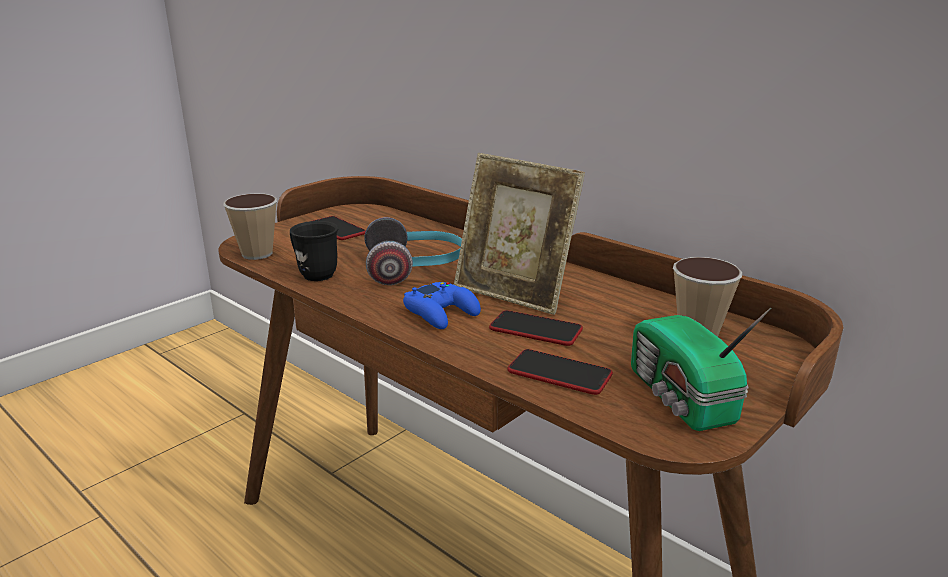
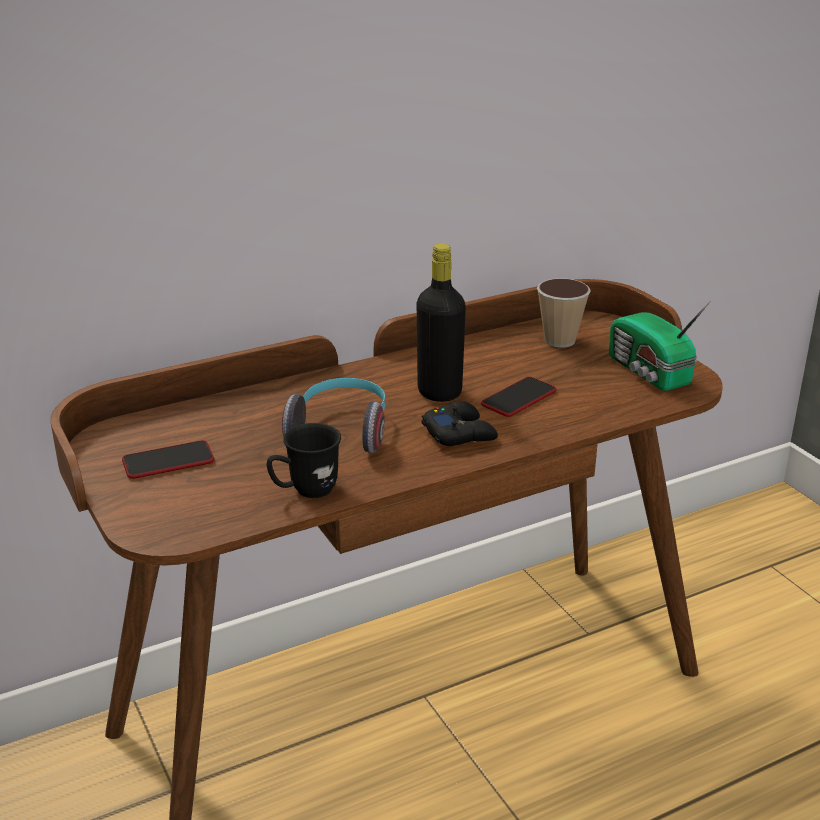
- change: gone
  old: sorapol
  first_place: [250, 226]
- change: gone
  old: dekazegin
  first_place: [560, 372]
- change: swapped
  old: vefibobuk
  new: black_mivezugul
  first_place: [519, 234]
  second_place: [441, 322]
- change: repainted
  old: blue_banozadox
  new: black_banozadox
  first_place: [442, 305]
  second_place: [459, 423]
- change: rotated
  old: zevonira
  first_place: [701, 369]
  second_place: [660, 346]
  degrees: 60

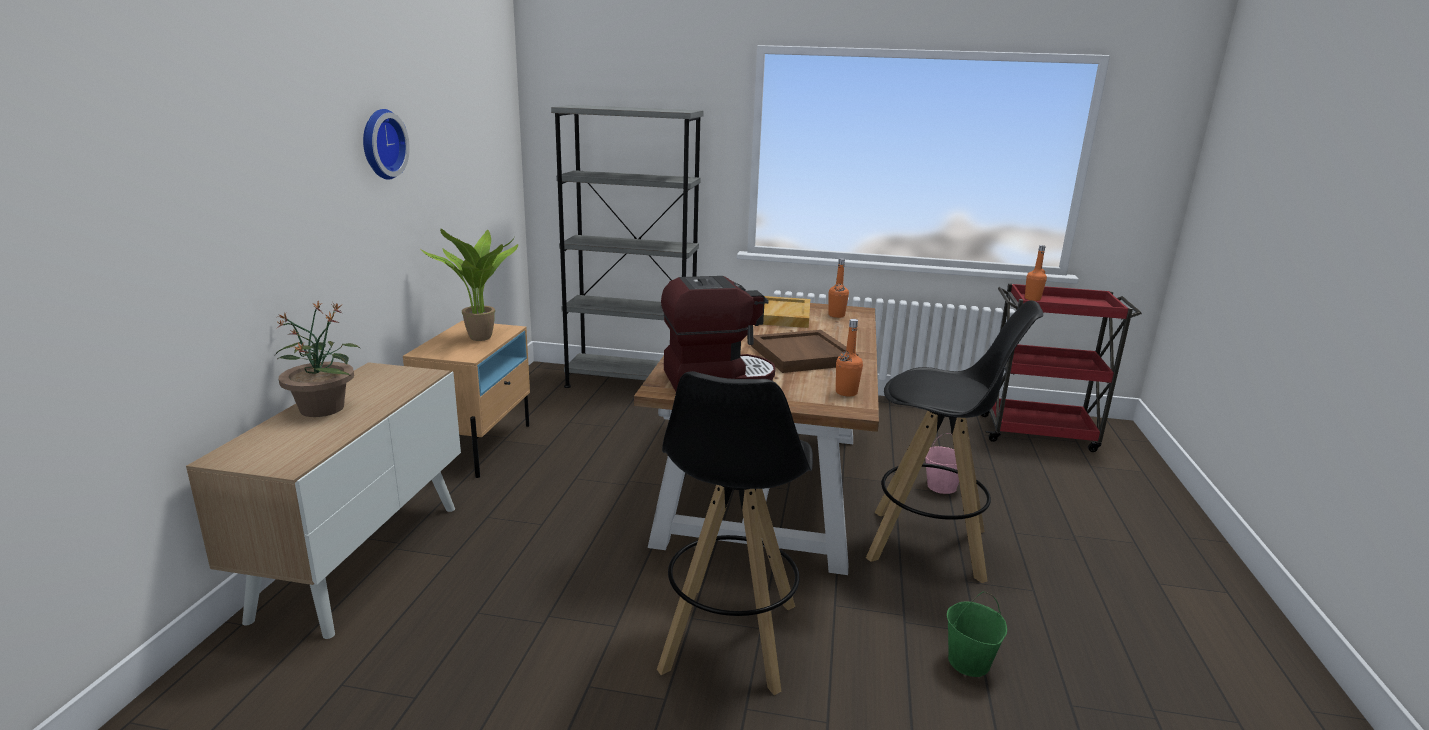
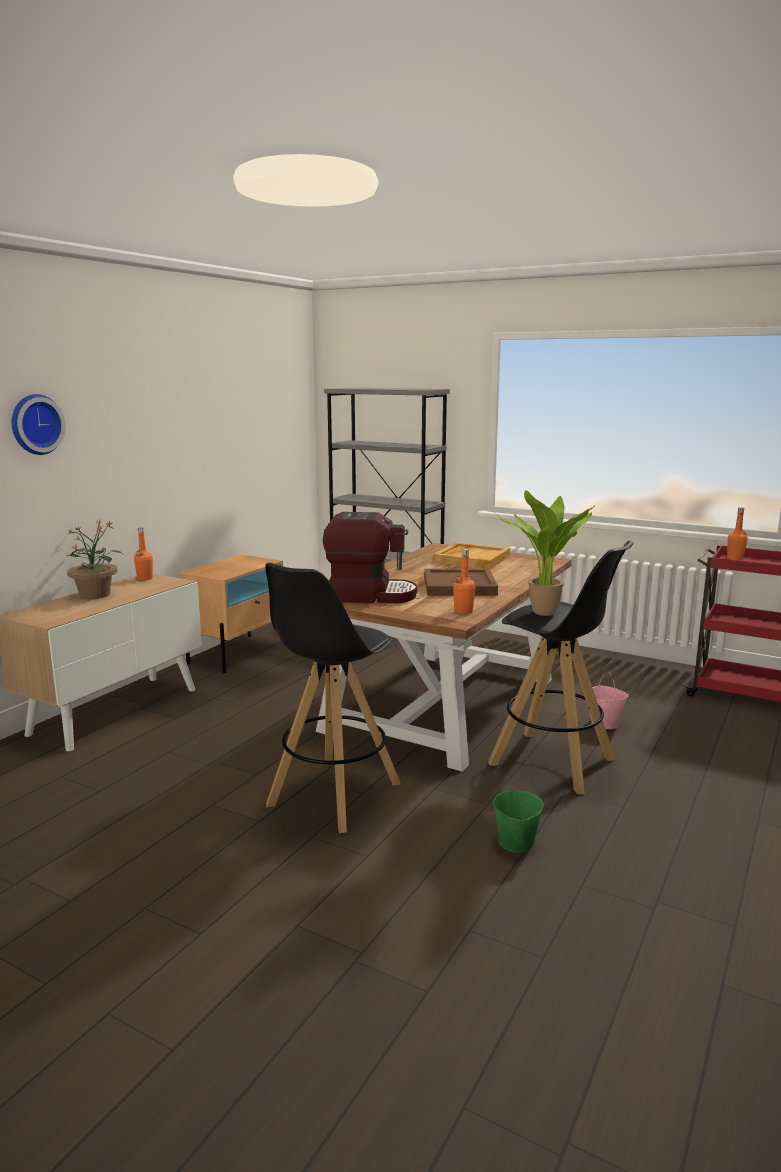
- change: shifted
  old: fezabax
  first_place: [386, 144]
  second_place: [39, 424]
- change: shifted
  old: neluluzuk
  first_place: [469, 285]
  second_place: [546, 553]
- change: shifted
  old: orange_mivezugul
  first_place: [839, 288]
  second_place: [143, 554]

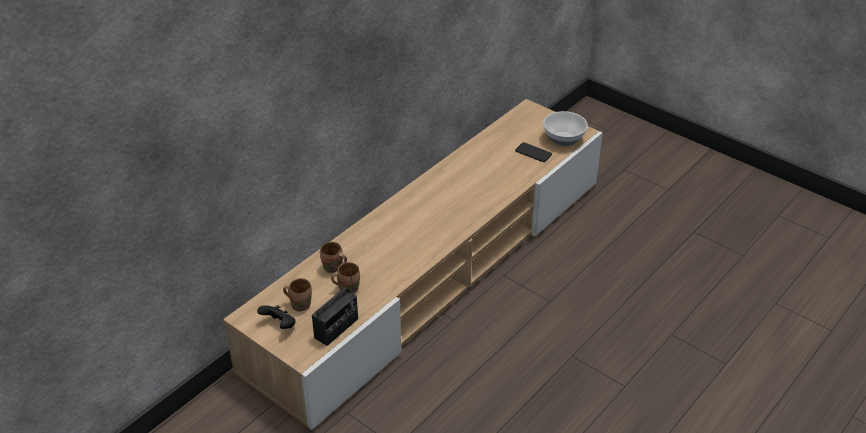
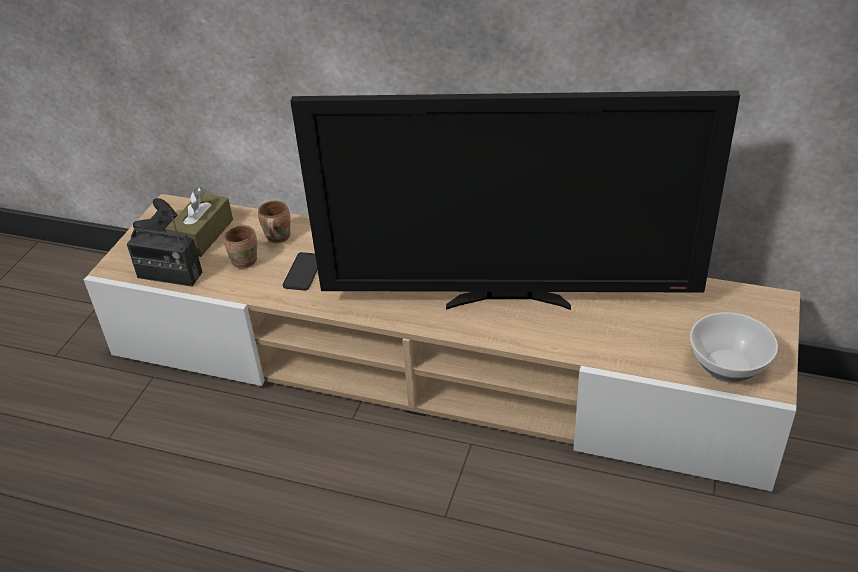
- change: new
  new: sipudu
  second_place: [515, 200]
- change: shifted
  old: dekazegin
  first_place: [533, 152]
  second_place: [300, 271]
- change: swapped
  old: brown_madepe
  new: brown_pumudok
  first_place: [297, 295]
  second_place: [199, 222]

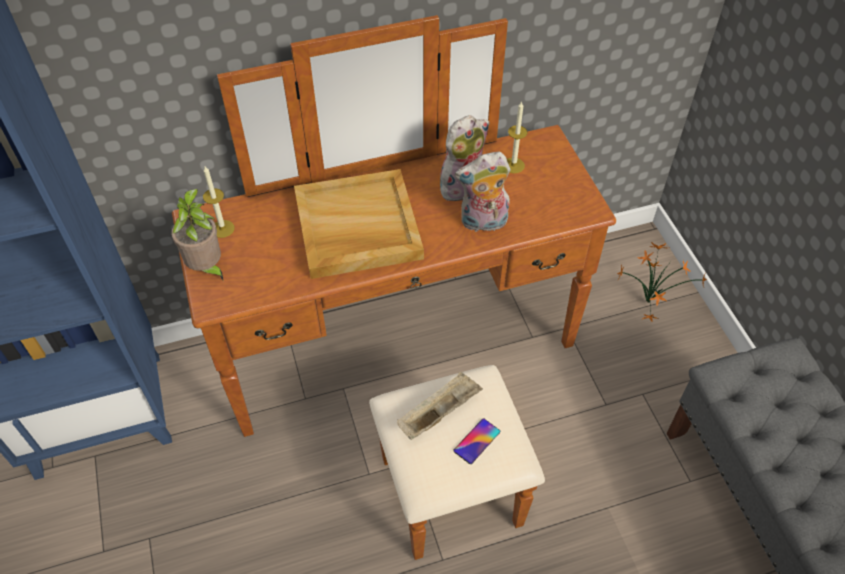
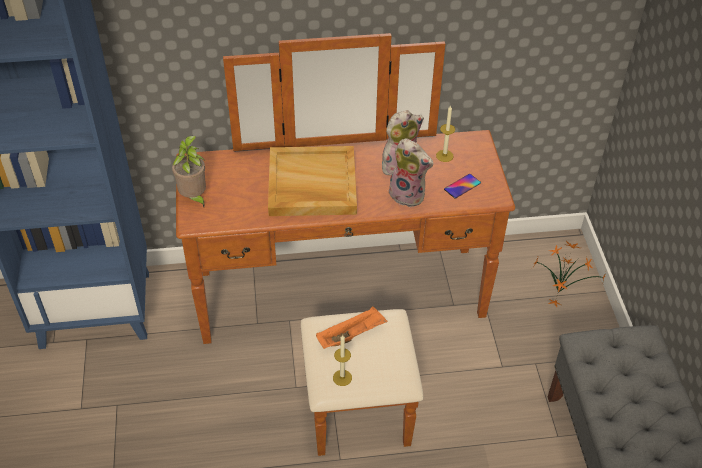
- change: shifted
  old: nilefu
  first_place: [218, 202]
  second_place: [342, 360]
- change: shifted
  old: dekazegin
  first_place: [476, 441]
  second_place: [462, 186]
- change: repainted
  old: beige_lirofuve
  new: orange_lirofuve
  first_place: [440, 406]
  second_place: [352, 328]
- change: rotated
  old: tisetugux
  first_place: [483, 193]
  second_place: [411, 173]
  degrees: -150

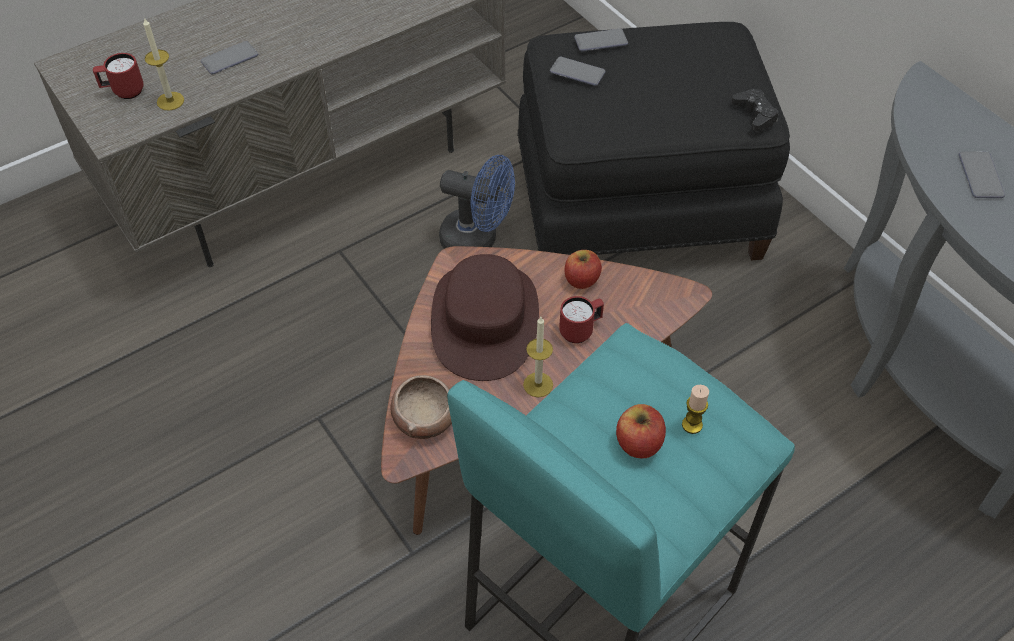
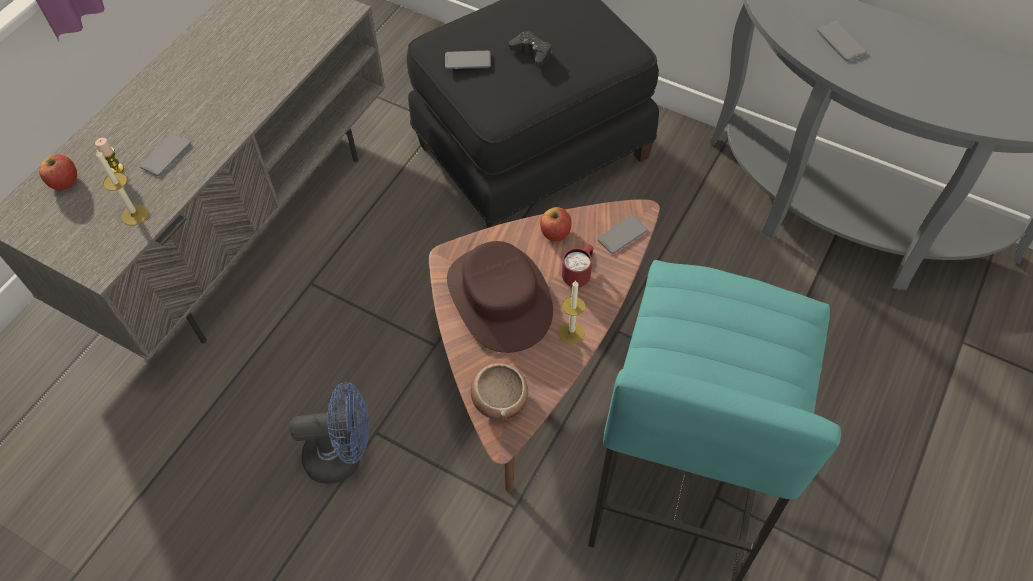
- change: gone
  old: red_madepe
  first_place: [118, 76]
- change: shifted
  old: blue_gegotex
  first_place: [477, 202]
  second_place: [329, 433]
- change: shifted
  old: dekazegin
  first_place: [601, 40]
  second_place: [623, 234]
- change: shifted
  old: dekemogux
  first_place: [641, 431]
  second_place: [58, 172]
- change: shifted
  old: nilefu
  first_place: [695, 409]
  second_place: [109, 155]
- change: shifted
  old: black_banozadox
  first_place: [755, 110]
  second_place: [530, 49]

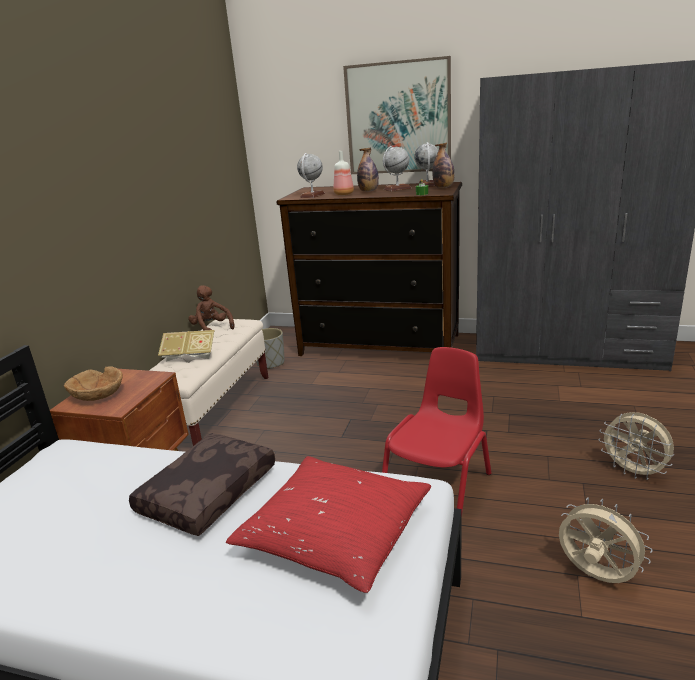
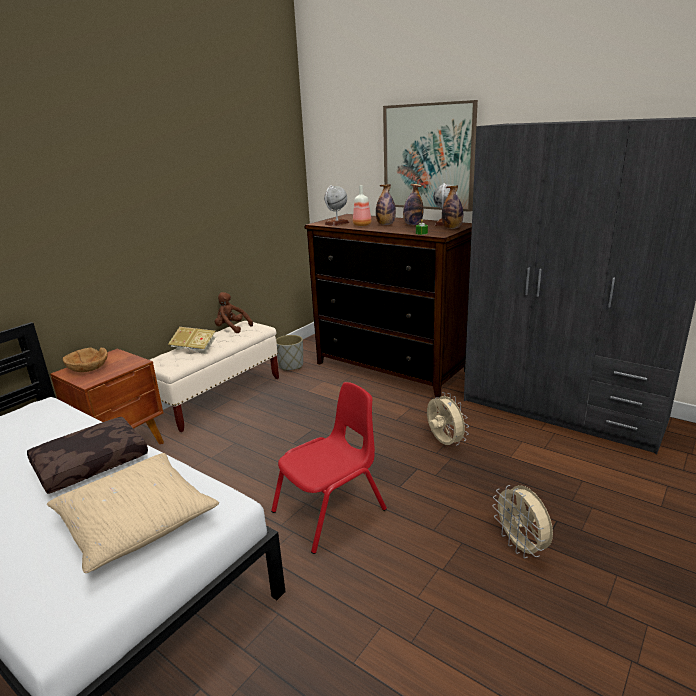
- change: shifted
  old: beige_gegotex
  first_place: [605, 540]
  second_place: [448, 419]
- change: swapped
  old: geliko
  new: mivezugul
  first_place: [397, 168]
  second_place: [413, 204]
- change: repainted
  old: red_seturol
  new: beige_seturol
  first_place: [328, 524]
  second_place: [133, 513]
- change: rotated
  old: brown_tisetugux
  first_place: [211, 308]
  second_place: [234, 312]
  degrees: -45

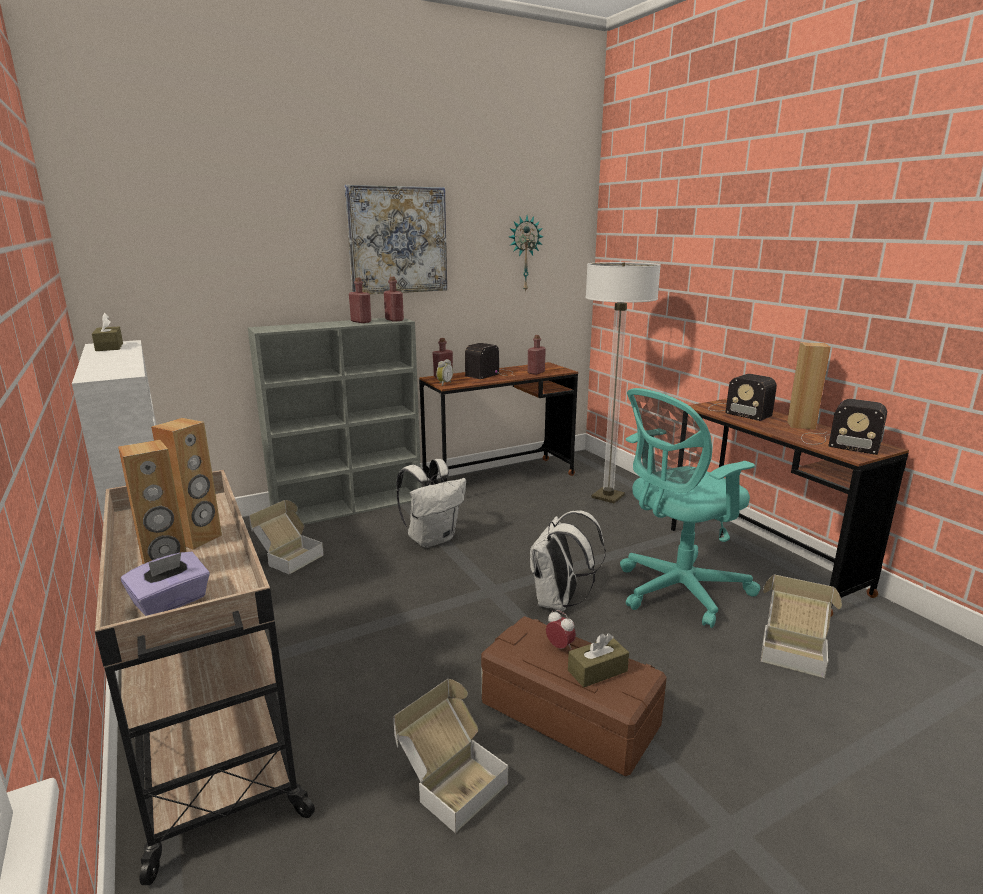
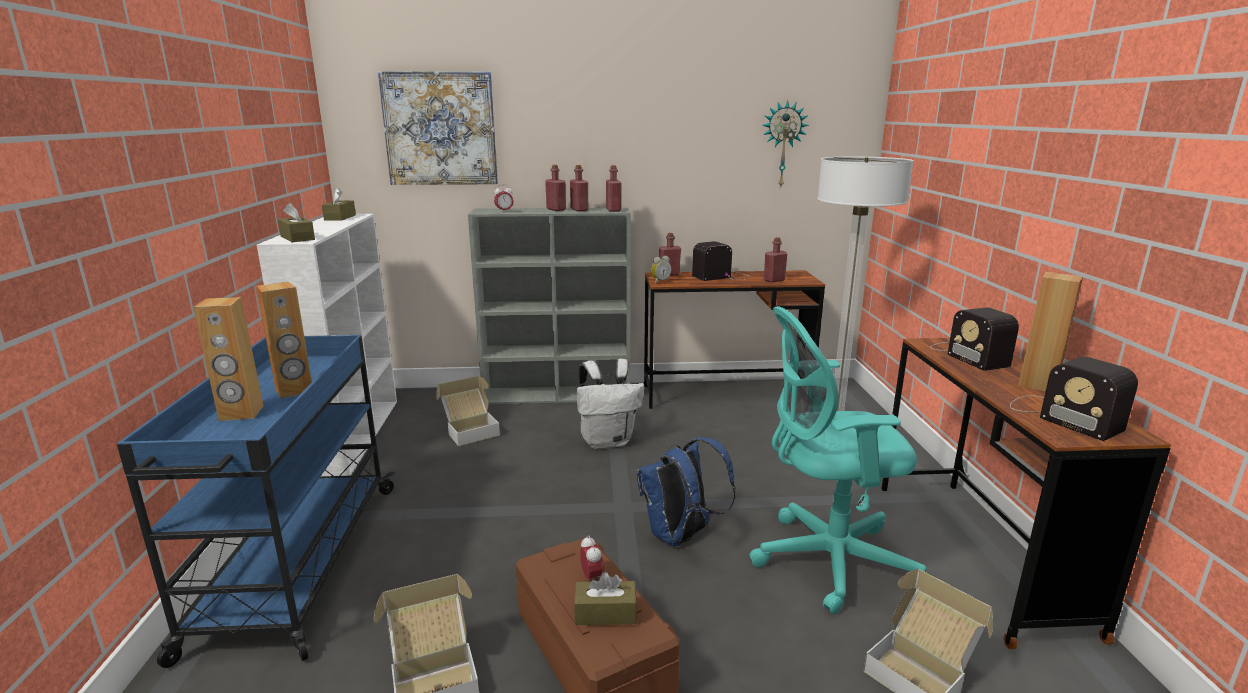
- change: gone
  old: purple_pumudok
  first_place: [165, 584]
- change: new
  new: brown_pumudok
  second_place: [296, 222]
- change: new
  new: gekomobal
  second_place: [504, 199]
- change: new
  new: red_mivezugul
  second_place: [555, 188]
- change: shifted
  old: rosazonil
  first_place: [395, 239]
  second_place: [438, 128]
- change: repainted
  old: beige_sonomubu
  new: blue_sonomubu
  first_place: [205, 677]
  second_place: [256, 501]
- change: repainted
  old: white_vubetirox
  new: blue_vubetirox
  first_place: [568, 560]
  second_place: [686, 491]

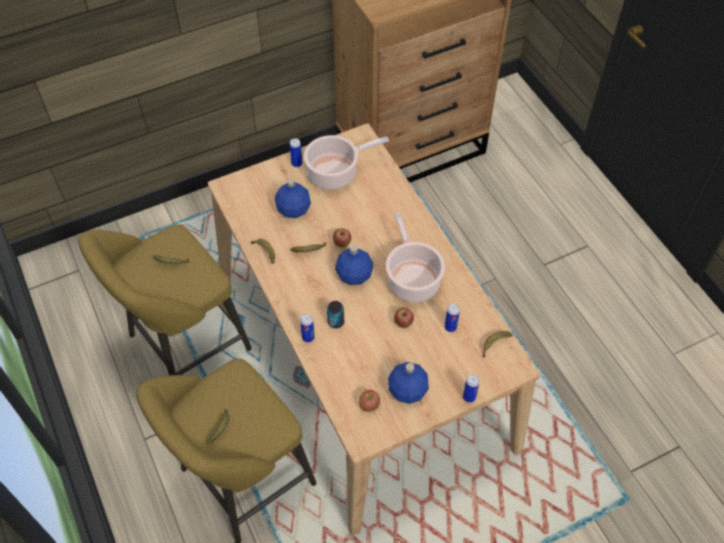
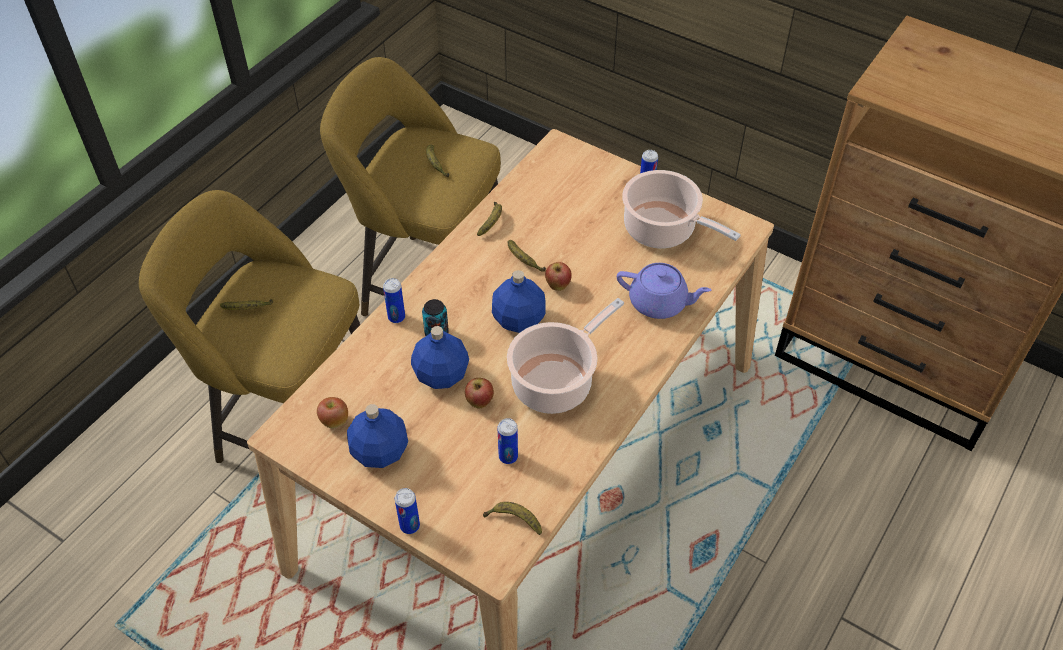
- change: new
  new: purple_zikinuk
  second_place: [664, 291]
- change: shifted
  old: blue_mivezugul
  first_place: [293, 198]
  second_place: [440, 357]

